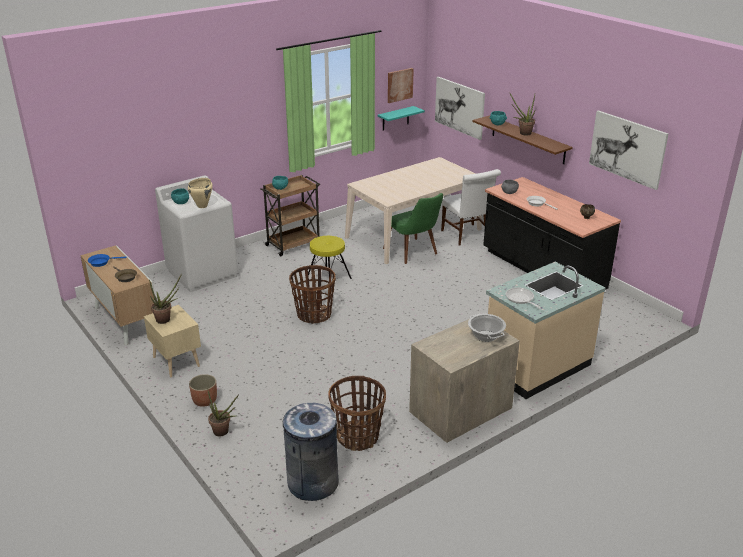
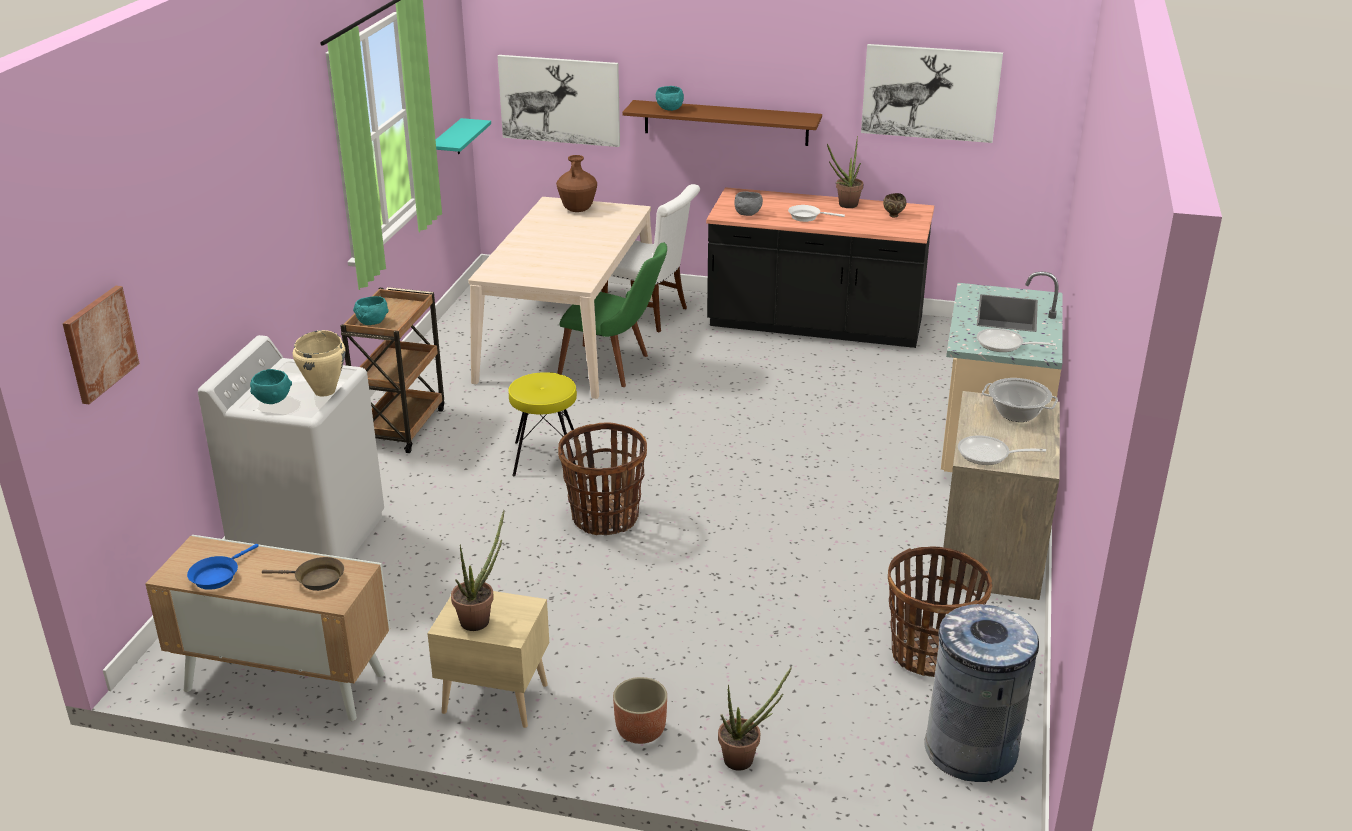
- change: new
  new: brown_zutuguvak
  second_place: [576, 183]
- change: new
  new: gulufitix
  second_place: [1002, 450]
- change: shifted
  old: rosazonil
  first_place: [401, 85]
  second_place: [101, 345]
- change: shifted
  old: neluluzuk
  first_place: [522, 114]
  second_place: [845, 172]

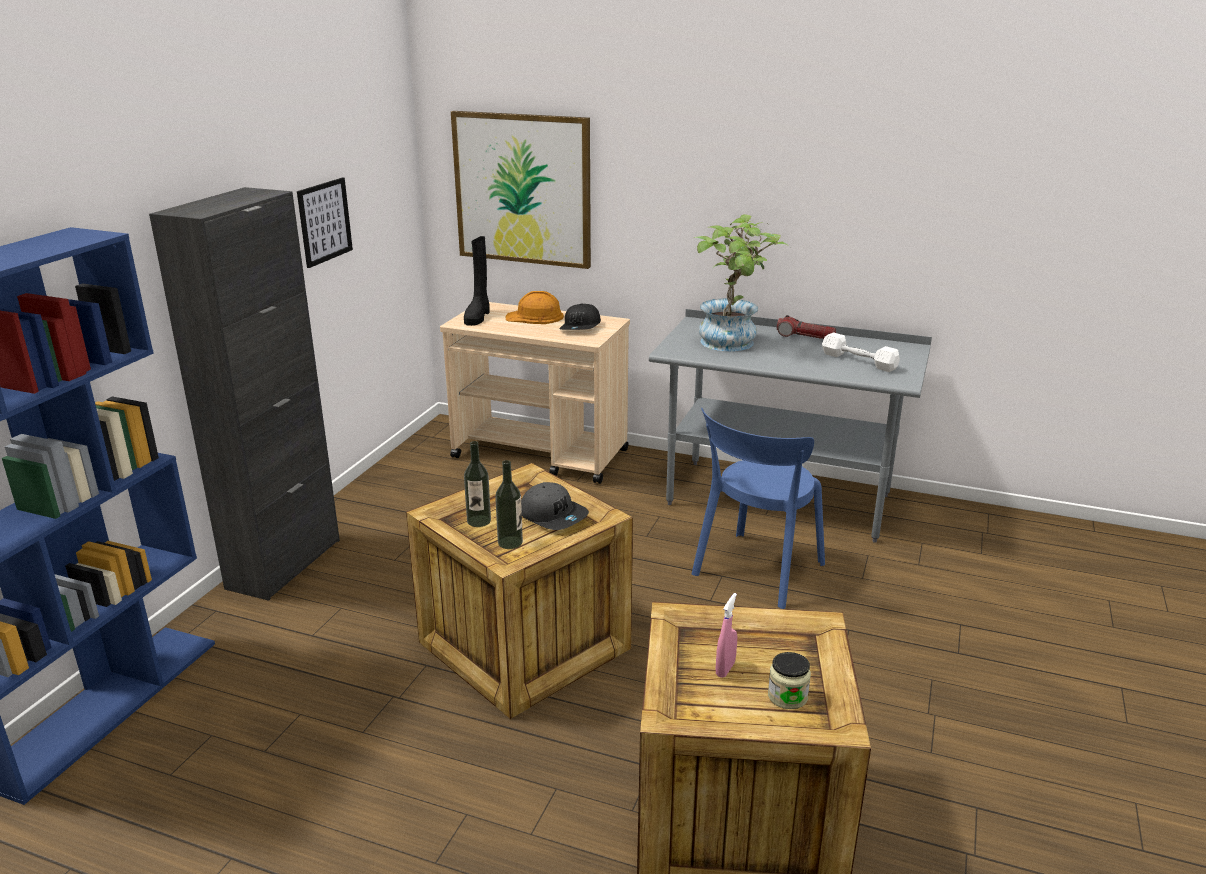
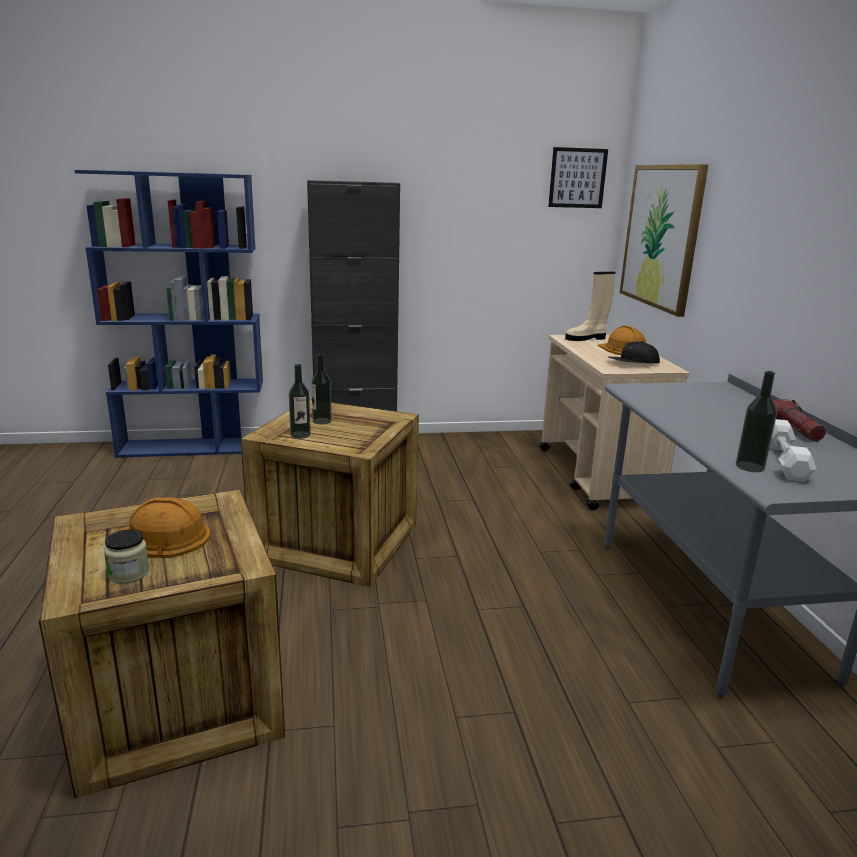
- change: gone
  old: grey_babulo
  first_place: [555, 506]
- change: gone
  old: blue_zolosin
  first_place: [758, 508]
- change: gone
  old: neluluzuk
  first_place: [742, 282]
- change: new
  new: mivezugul
  second_place: [756, 421]
- change: shifted
  old: rosazonil
  first_place: [325, 223]
  second_place: [578, 177]
- change: swapped
  old: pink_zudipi
  new: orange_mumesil
  first_place: [726, 635]
  second_place: [164, 528]
- change: repainted
  old: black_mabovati
  new: beige_mabovati
  first_place: [477, 281]
  second_place: [590, 306]

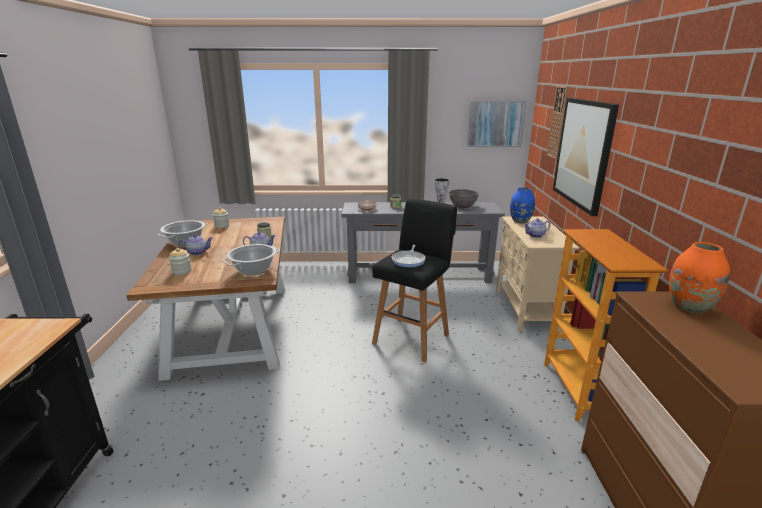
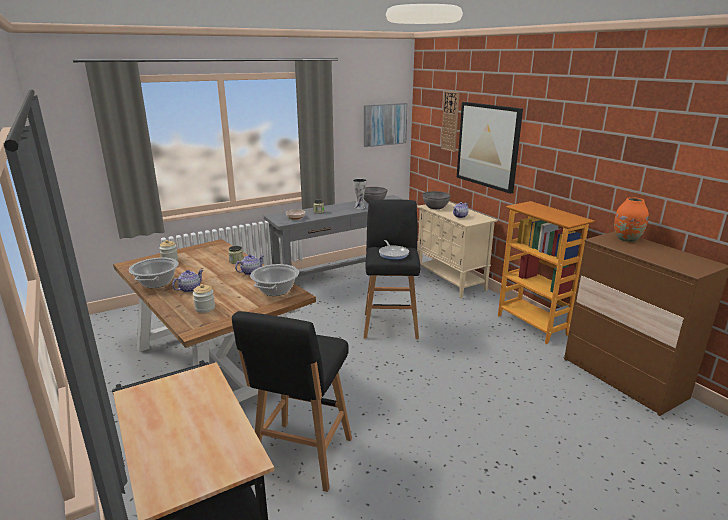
- change: new
  new: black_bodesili
  second_place: [292, 401]
- change: swapped
  old: blue_zutuguvak
  new: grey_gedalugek
  first_place: [522, 205]
  second_place: [436, 200]

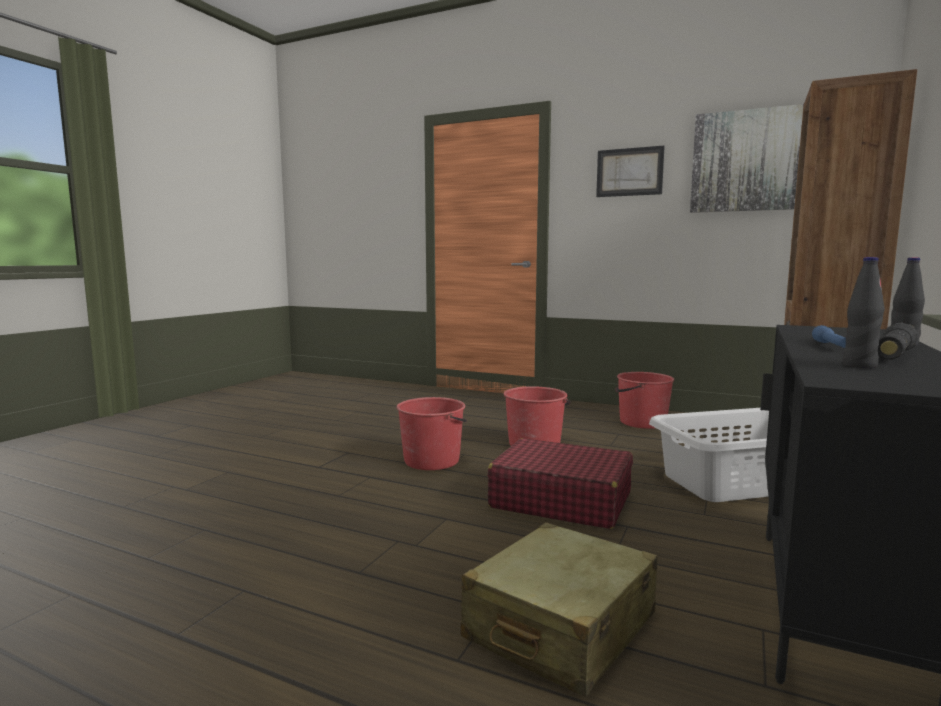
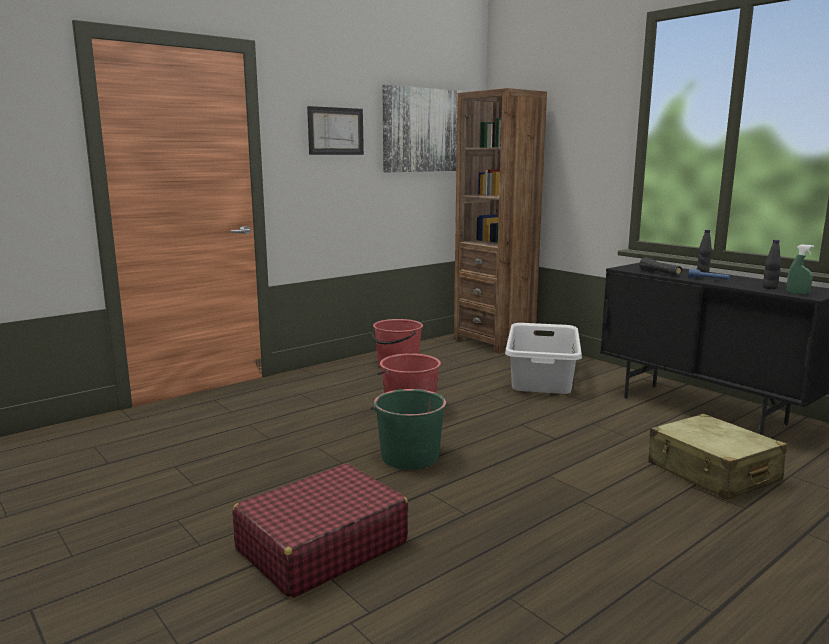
- change: new
  new: green_zudipi
  second_place: [800, 269]
- change: shifted
  old: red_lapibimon
  first_place: [560, 483]
  second_place: [321, 530]
- change: shifted
  old: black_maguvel
  first_place: [898, 341]
  second_place: [660, 267]
- change: repainted
  old: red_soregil
  new: green_soregil
  first_place: [431, 433]
  second_place: [409, 429]

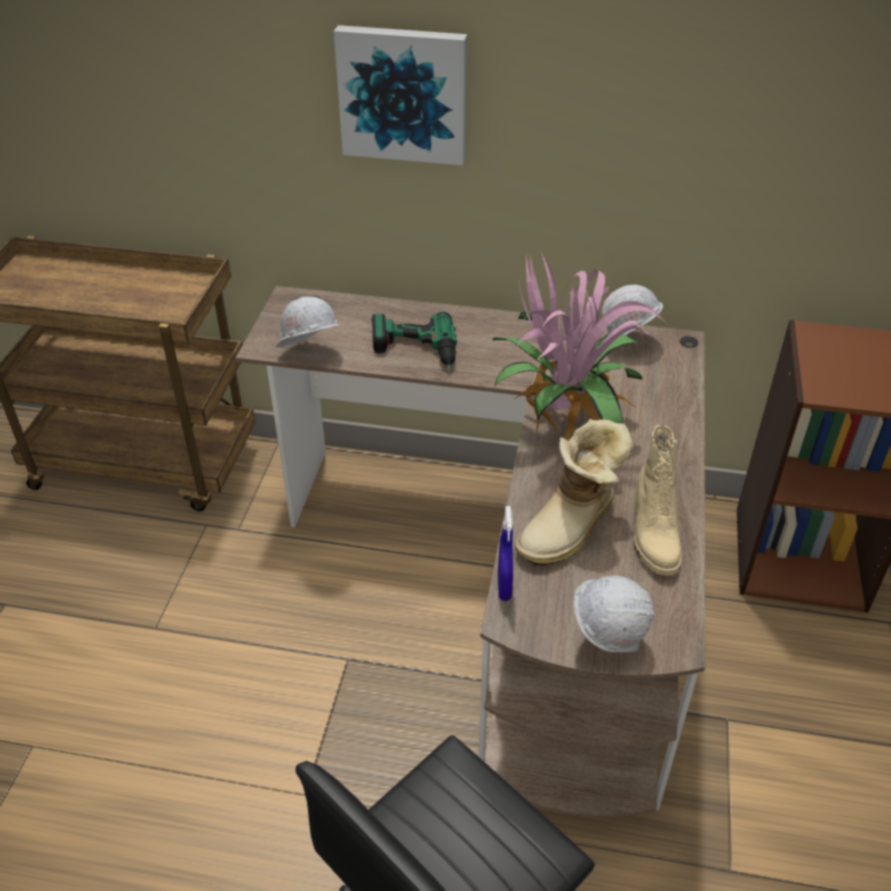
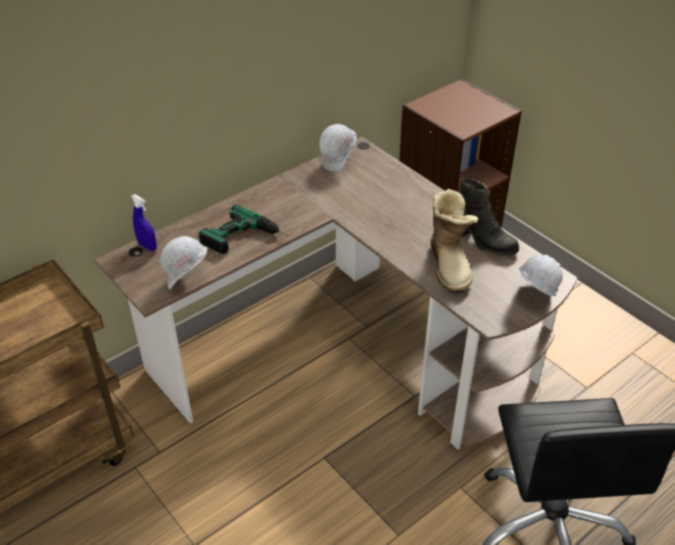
- change: gone
  old: rosazonil
  first_place: [400, 95]
- change: gone
  old: neluluzuk
  first_place: [579, 346]
- change: shifted
  old: blue_zudipi
  first_place: [505, 553]
  second_place: [144, 222]
- change: repainted
  old: beige_mabovati
  new: black_mabovati
  first_place: [657, 500]
  second_place: [489, 217]

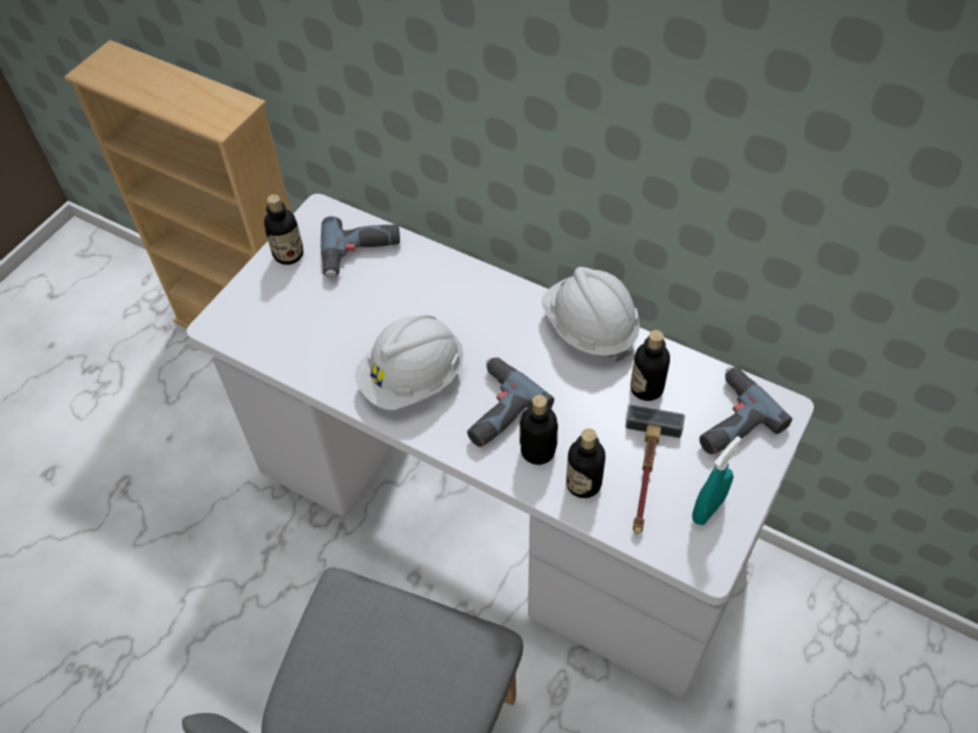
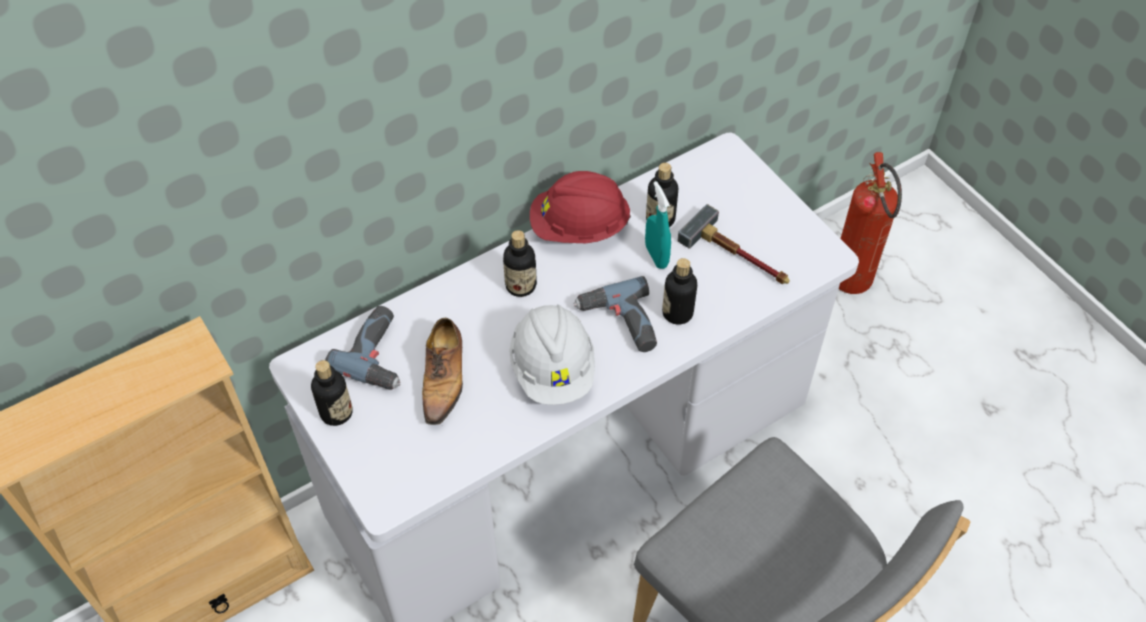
- change: gone
  old: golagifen
  first_place: [745, 411]
- change: new
  new: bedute
  second_place: [442, 371]
- change: new
  new: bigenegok
  second_place: [870, 223]
- change: shifted
  old: mivezugul
  first_place: [585, 463]
  second_place: [520, 263]
- change: shifted
  old: turquoise_zudipi
  first_place: [716, 480]
  second_place: [658, 225]
- change: repainted
  old: white_mumesil
  new: red_mumesil
  first_place: [591, 314]
  second_place: [580, 207]

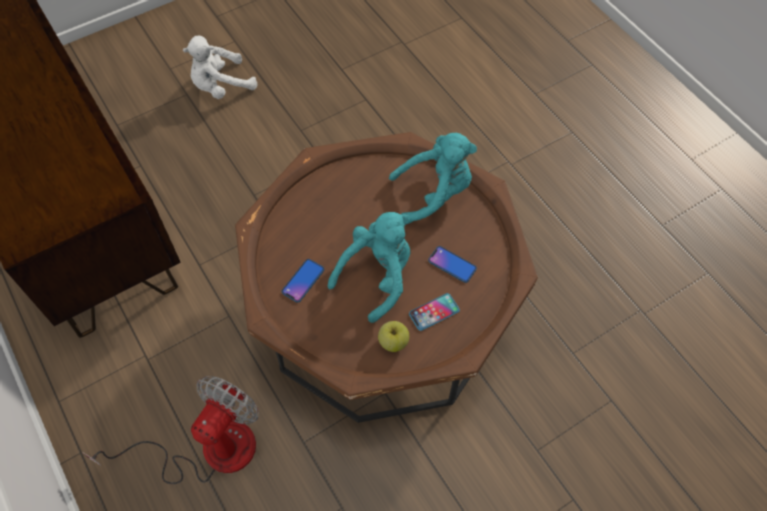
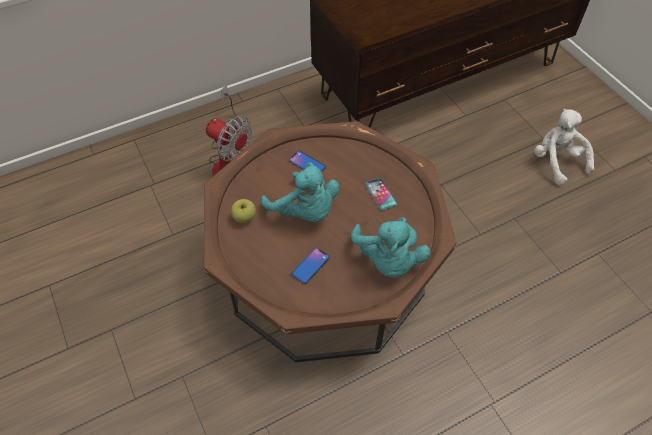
- change: shifted
  old: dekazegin
  first_place: [434, 312]
  second_place: [381, 194]

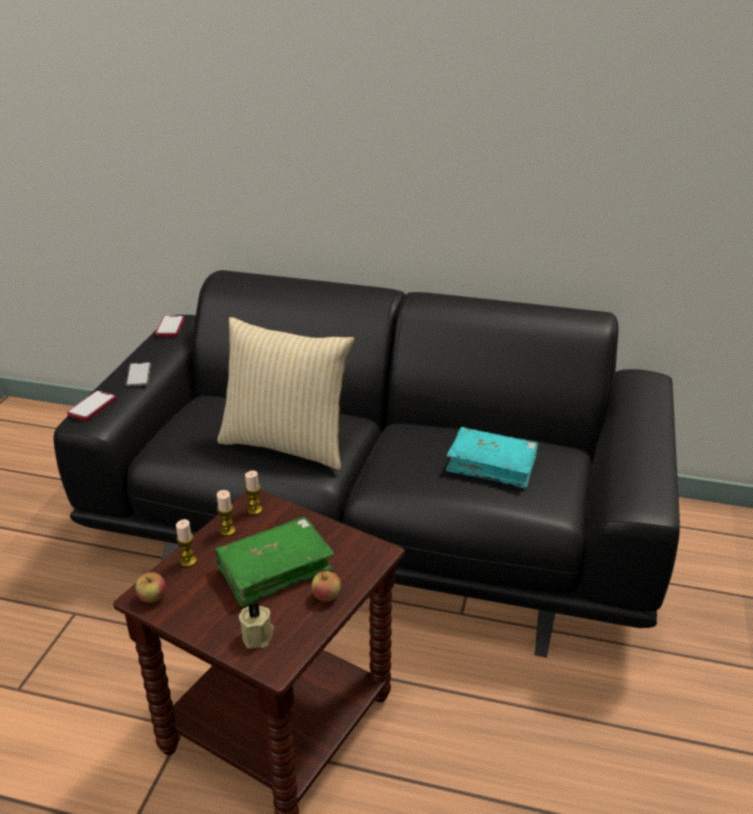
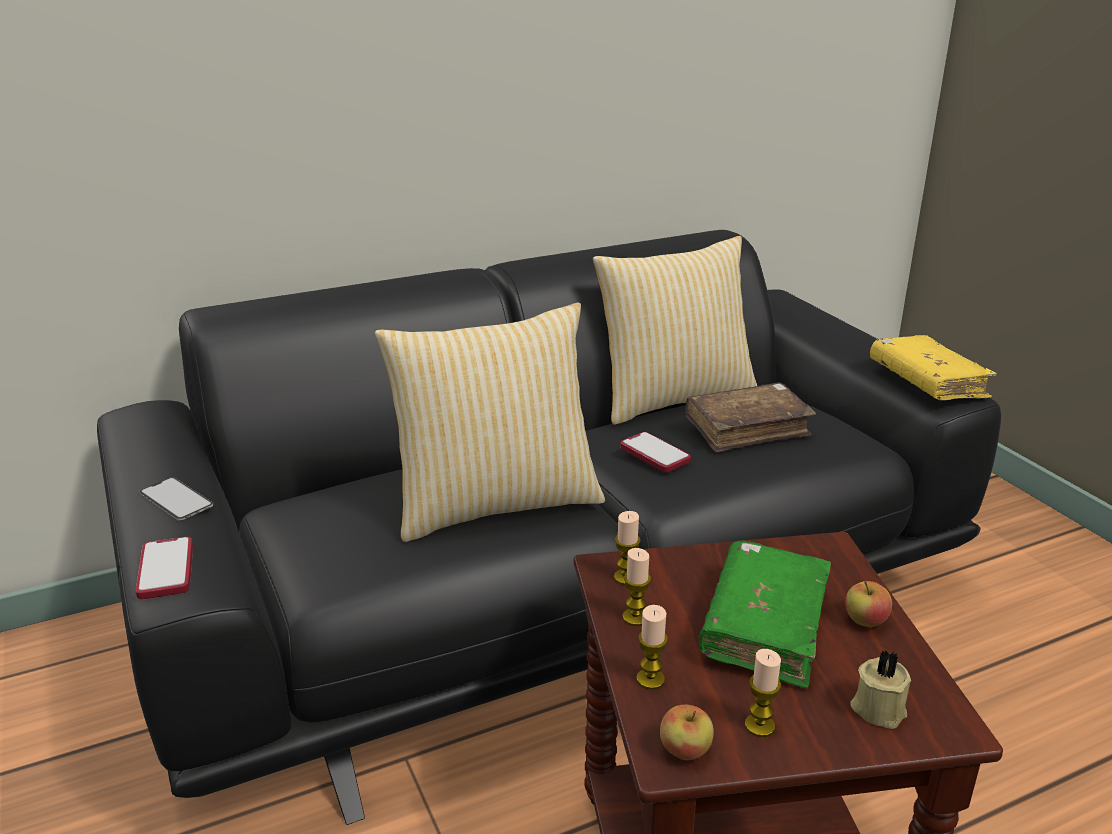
- change: new
  new: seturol
  second_place: [675, 330]
- change: new
  new: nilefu
  second_place: [763, 693]
- change: new
  new: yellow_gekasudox
  second_place: [933, 367]
- change: shifted
  old: dekazegin
  first_place: [170, 326]
  second_place: [655, 452]
- change: repainted
  old: turquoise_gekasudox
  new: brown_gekasudox
  first_place: [492, 458]
  second_place: [751, 417]

